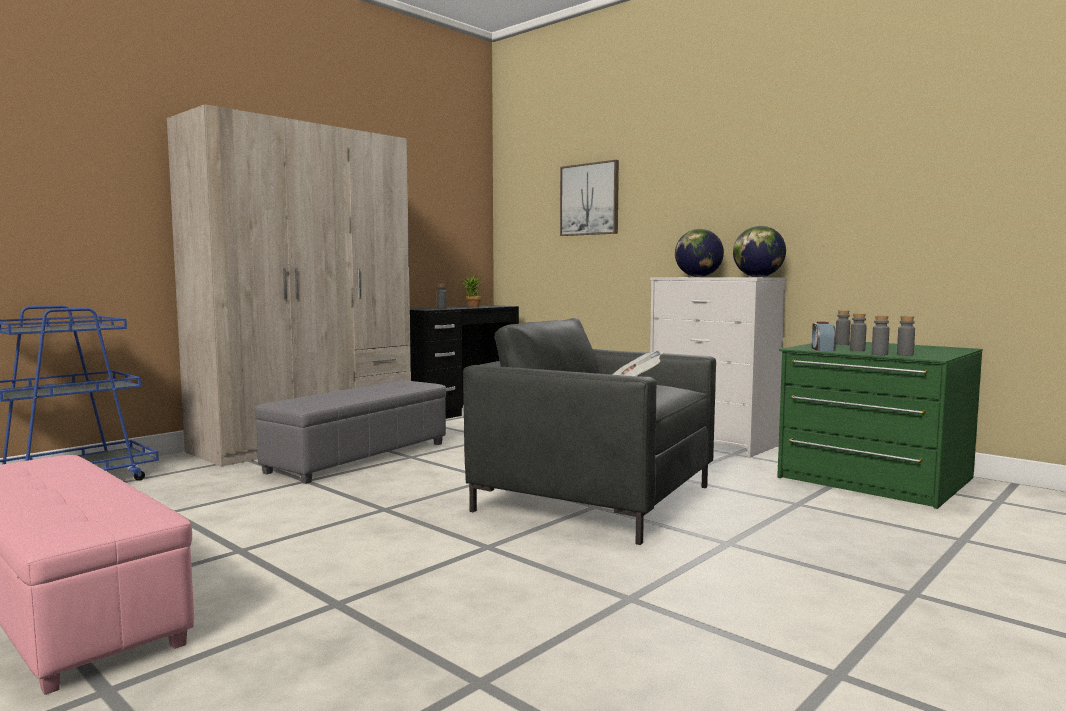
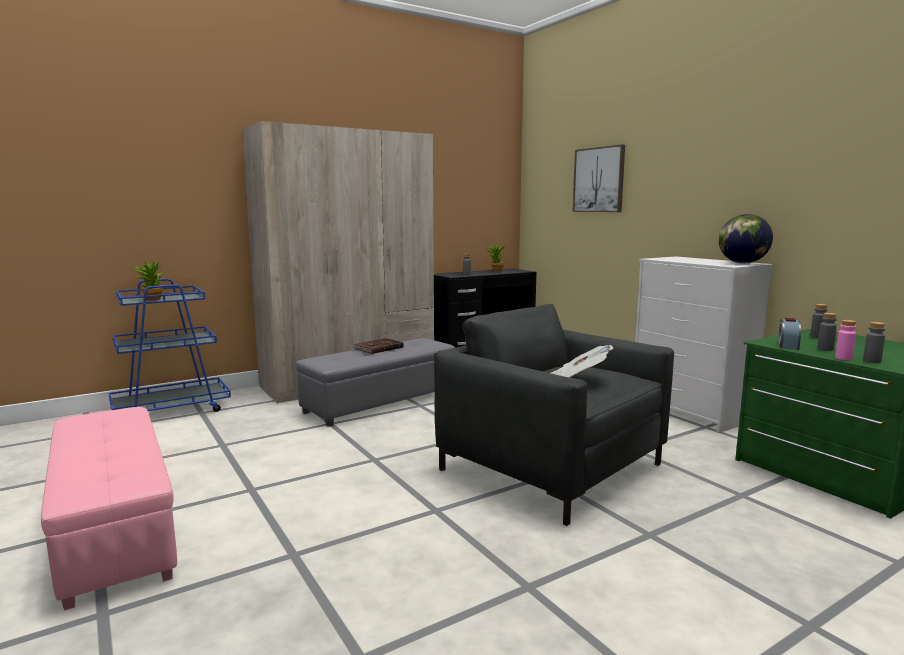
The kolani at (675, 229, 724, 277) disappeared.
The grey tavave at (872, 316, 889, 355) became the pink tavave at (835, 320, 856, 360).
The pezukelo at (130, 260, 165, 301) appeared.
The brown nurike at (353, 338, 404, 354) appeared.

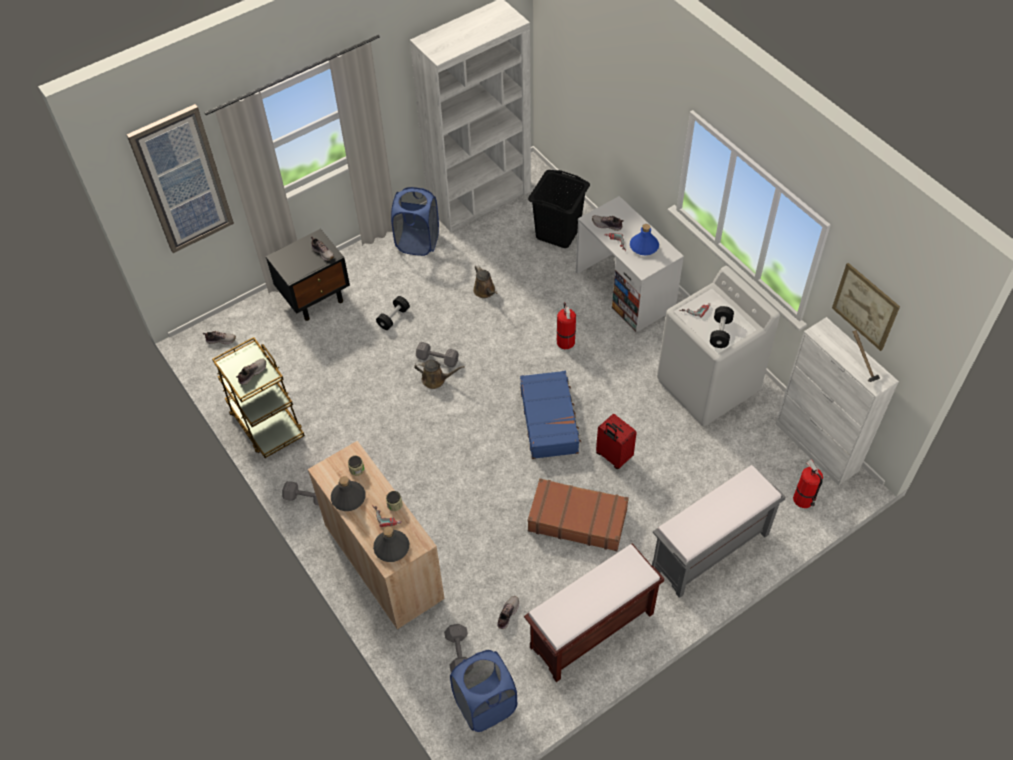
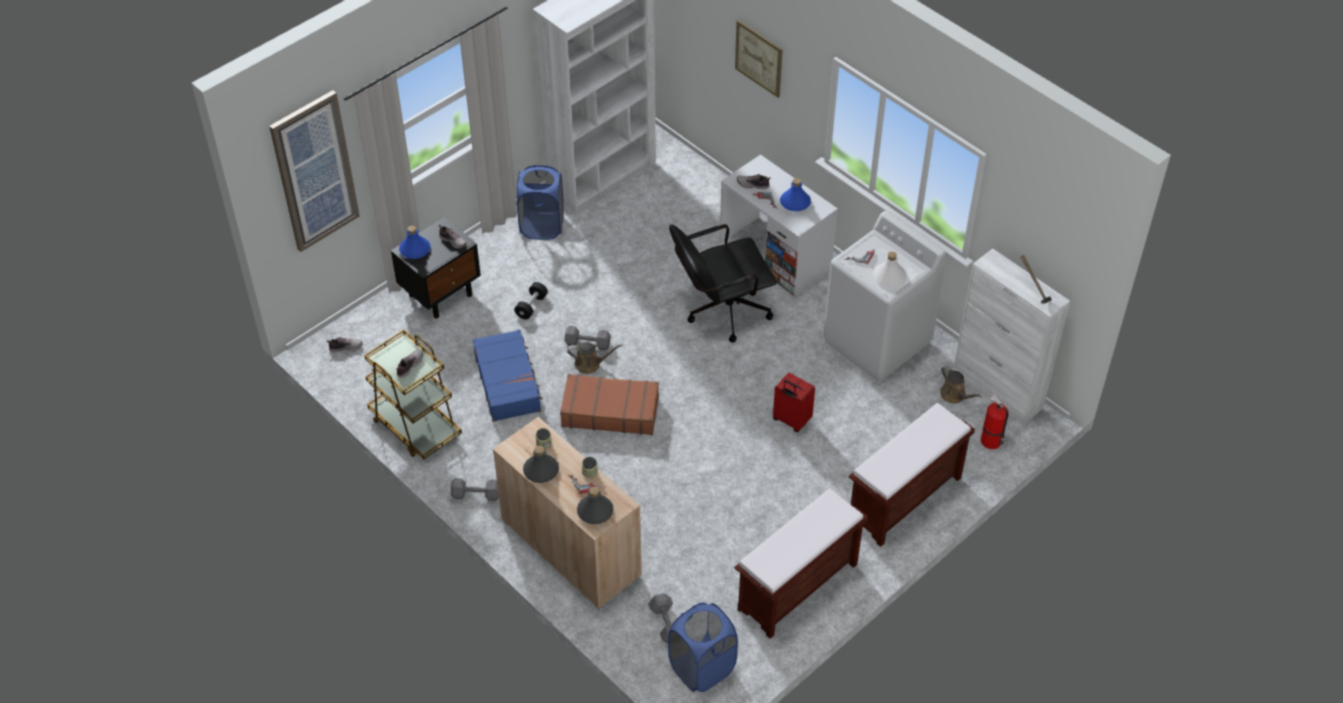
The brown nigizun moved from (473, 265, 498, 298) to (940, 366, 981, 403).
The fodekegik at (497, 596, 519, 629) disappeared.
The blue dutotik moved from (520, 371, 582, 459) to (473, 330, 543, 422).
The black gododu at (528, 170, 590, 248) disappeared.
The brown dutotik moved from (528, 478, 629, 551) to (560, 374, 659, 435).
The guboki at (557, 303, 576, 349) was replaced by the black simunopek at (669, 224, 777, 343).
The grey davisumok at (652, 465, 786, 598) became the brown davisumok at (849, 403, 975, 547).
The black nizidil at (710, 306, 734, 348) was replaced by the white tavave at (873, 252, 906, 287).
The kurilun moved from (832, 263, 900, 351) to (735, 20, 783, 98).
The blue tavave at (399, 226, 431, 259) appeared.

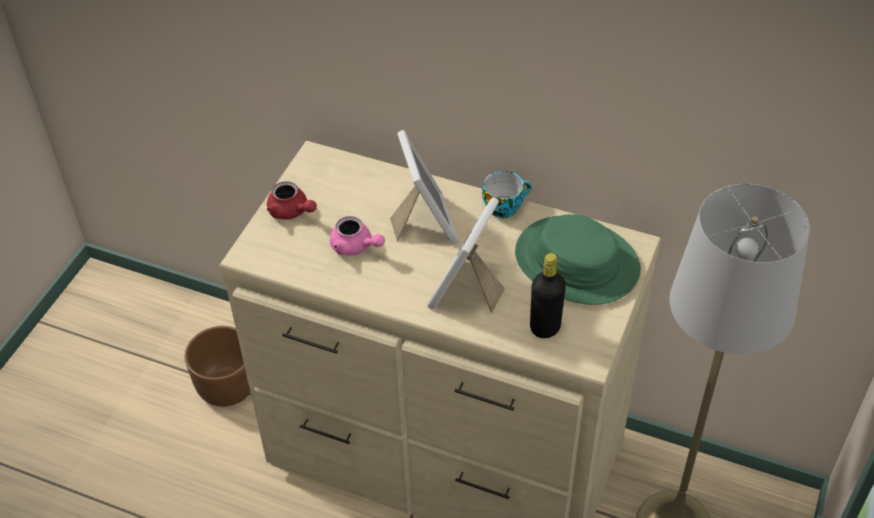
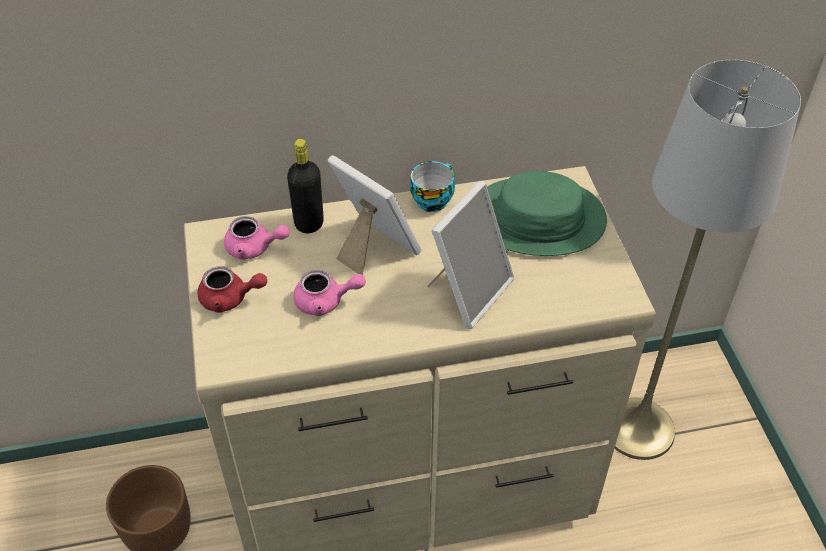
The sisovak at (427, 197, 505, 313) turned 135 degrees counterclockwise.
The black tavave moved from (530, 253, 566, 338) to (287, 139, 324, 233).
The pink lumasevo at (224, 216, 290, 260) appeared.

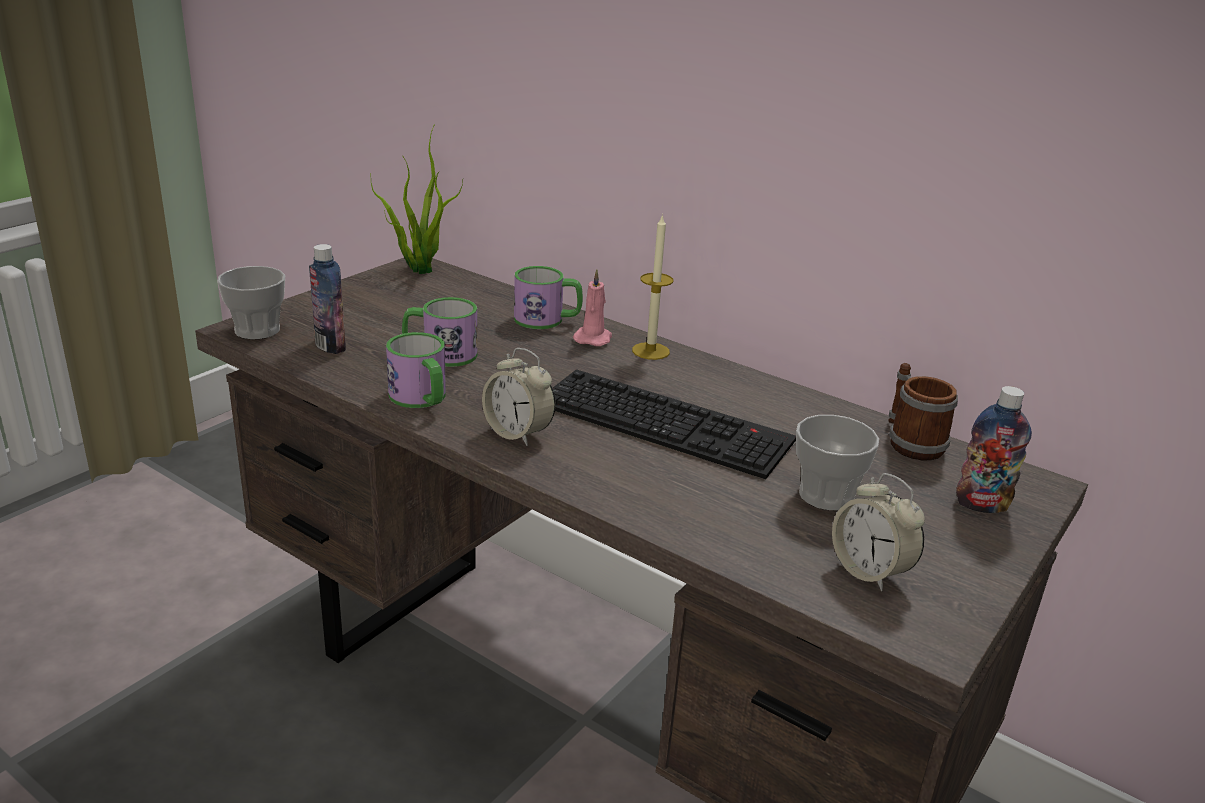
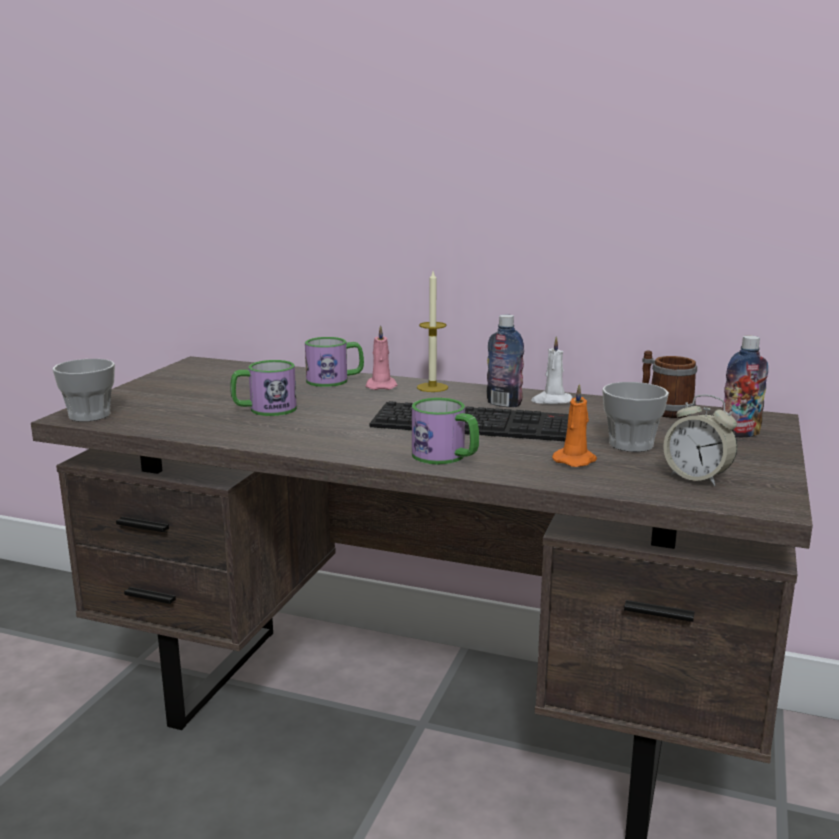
The tavave moved from (309, 244, 346, 354) to (487, 315, 524, 407).
The pezukelo at (371, 124, 463, 274) disappeared.
The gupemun moved from (386, 332, 446, 408) to (412, 398, 479, 464).
The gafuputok at (482, 348, 556, 446) disappeared.
The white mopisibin at (531, 337, 572, 404) appeared.
The orange mopisibin at (552, 384, 597, 467) appeared.

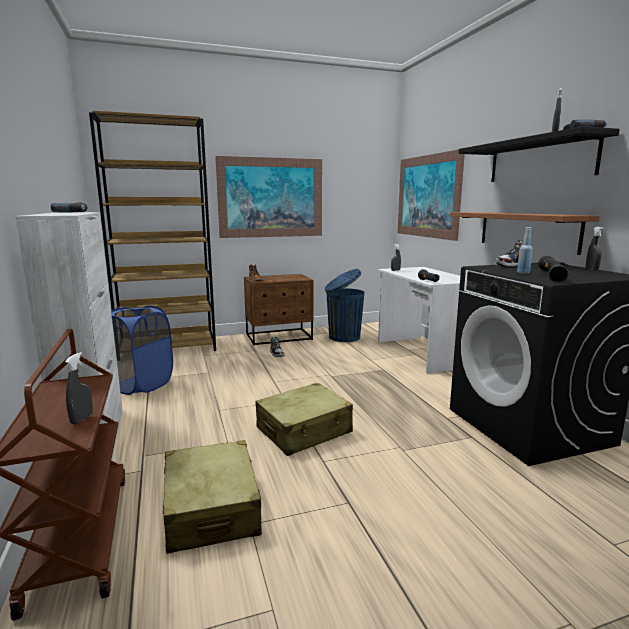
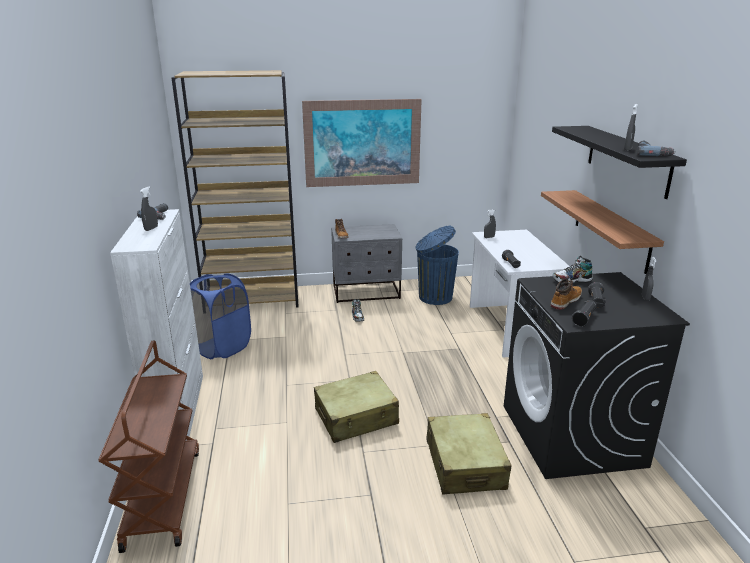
The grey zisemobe moved from (65, 352, 93, 425) to (140, 186, 158, 231).
The beige dutotik moved from (163, 440, 262, 554) to (426, 413, 512, 495).
The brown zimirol at (244, 274, 314, 346) became the grey zimirol at (331, 224, 402, 303).
The kurilun at (398, 149, 465, 241) disappeared.
The blue tavave at (517, 227, 533, 274) was replaced by the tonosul at (550, 279, 582, 310).

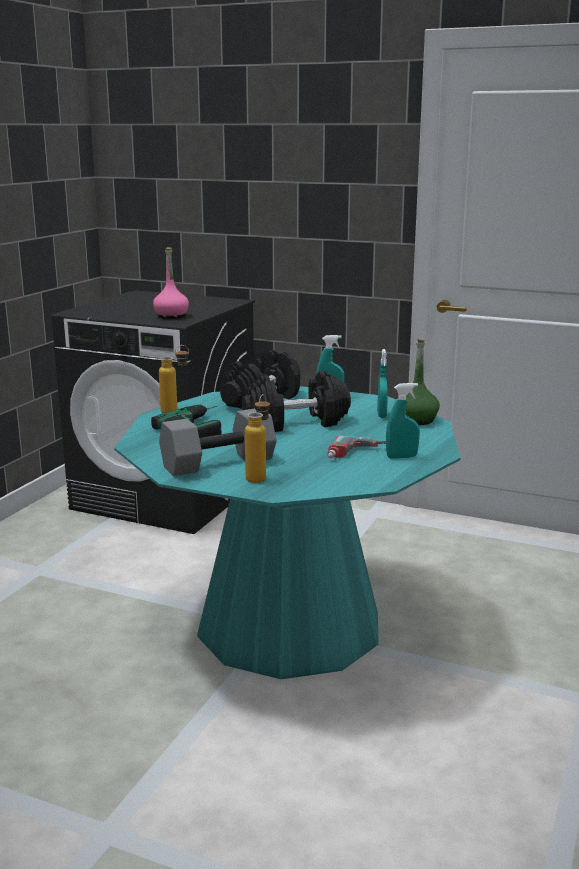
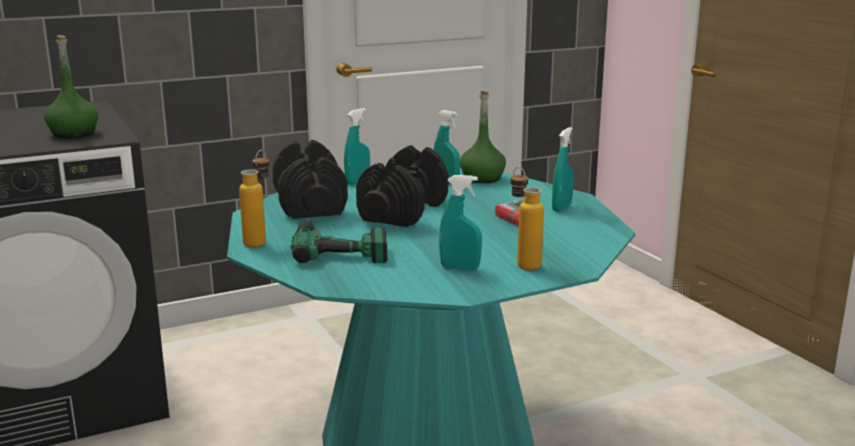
The pink tavave at (153, 247, 189, 319) became the green tavave at (44, 35, 99, 138).
The grey nizidil at (159, 409, 277, 476) was replaced by the turquoise zisemobe at (439, 175, 482, 270).

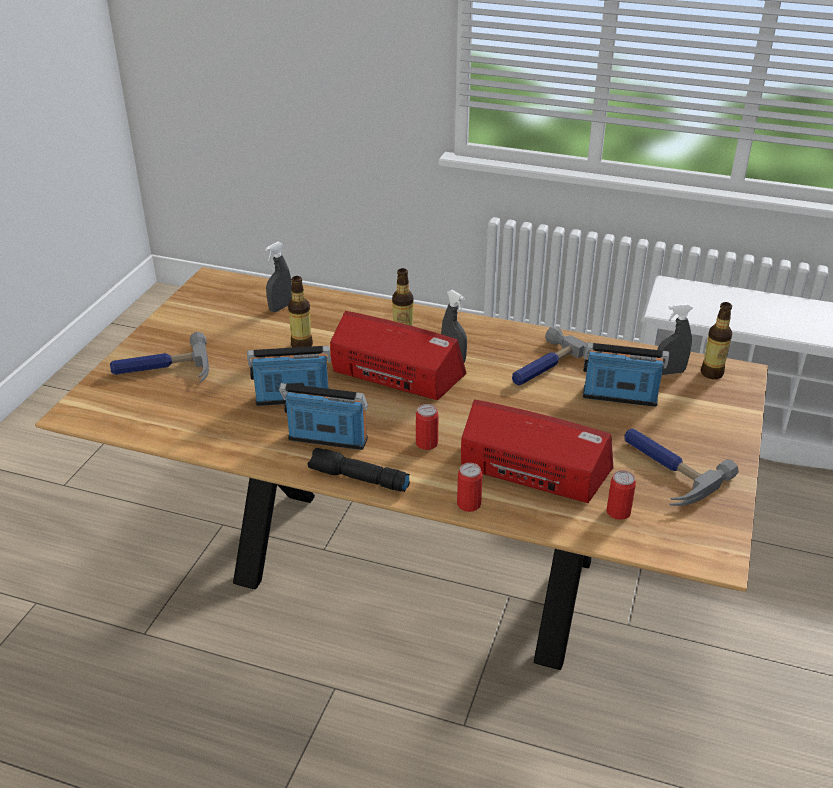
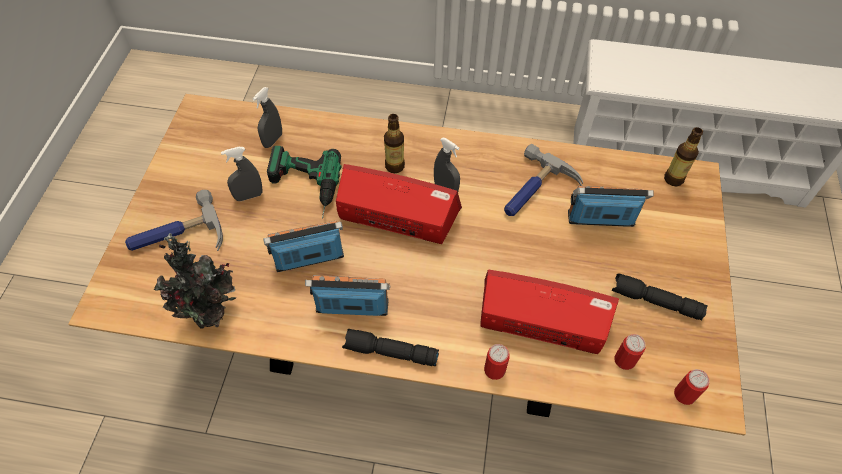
The tavave at (288, 276, 313, 348) was replaced by the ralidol at (267, 146, 341, 219).
The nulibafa moved from (416, 404, 439, 450) to (674, 369, 709, 405).
The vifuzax at (624, 428, 739, 506) was replaced by the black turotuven at (611, 274, 708, 320).
The grey zisemobe moved from (657, 304, 693, 375) to (221, 147, 263, 201).
The pezukelo at (154, 233, 236, 328) appeared.

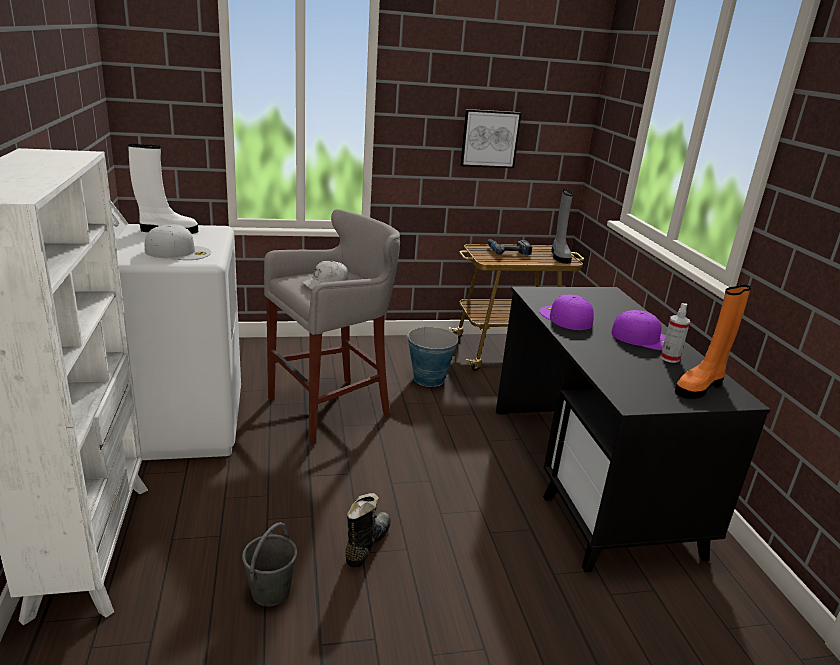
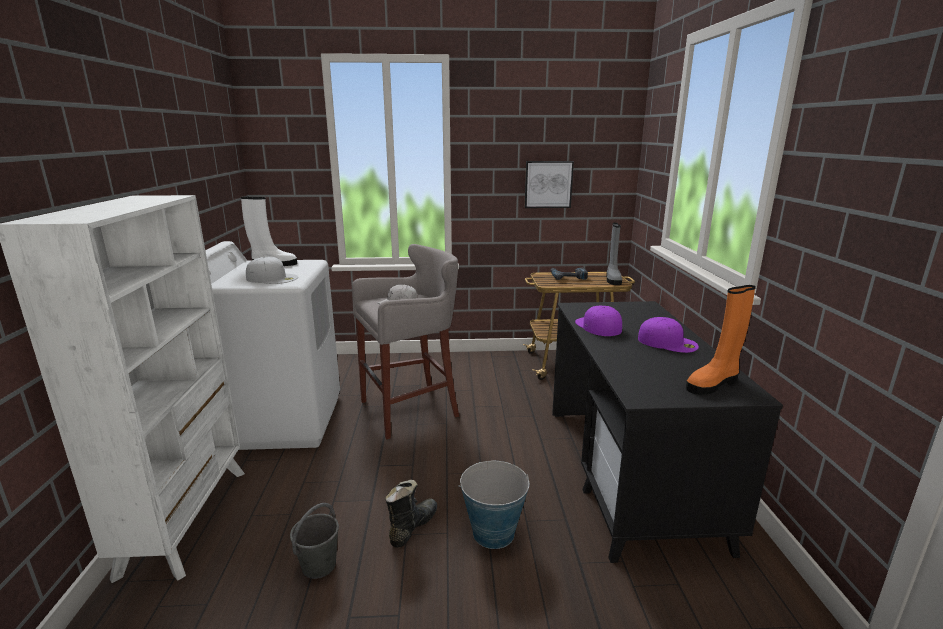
The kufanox moved from (405, 327, 458, 387) to (458, 461, 529, 549).
The zisemobe at (661, 303, 690, 363) disappeared.

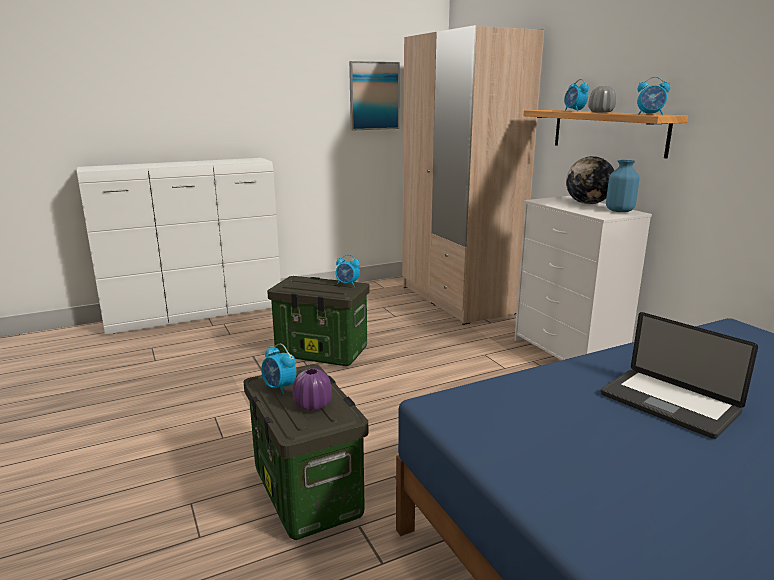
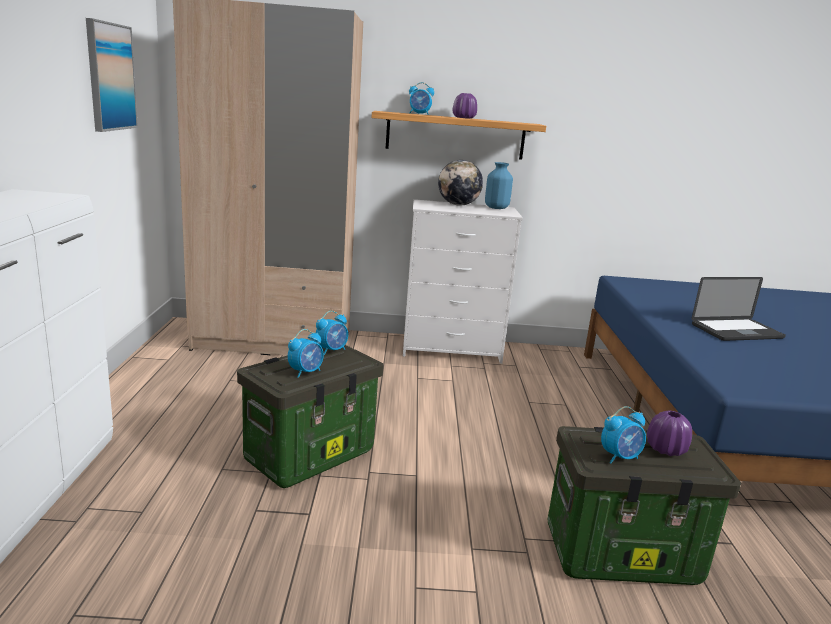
The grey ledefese at (588, 86, 616, 113) became the purple ledefese at (453, 93, 477, 119).
The gafuputok moved from (637, 77, 670, 115) to (288, 329, 324, 378).

